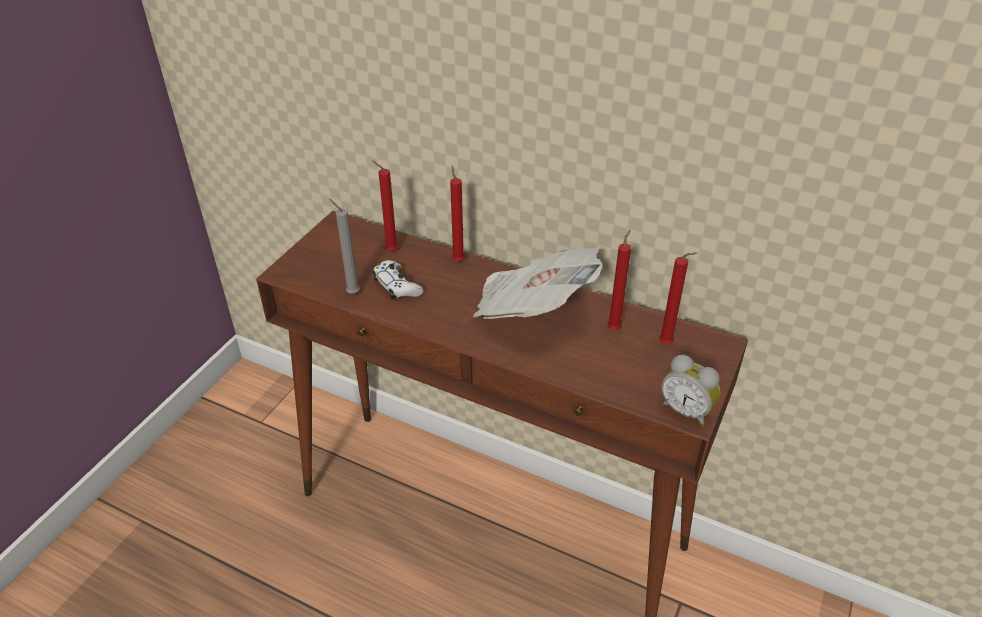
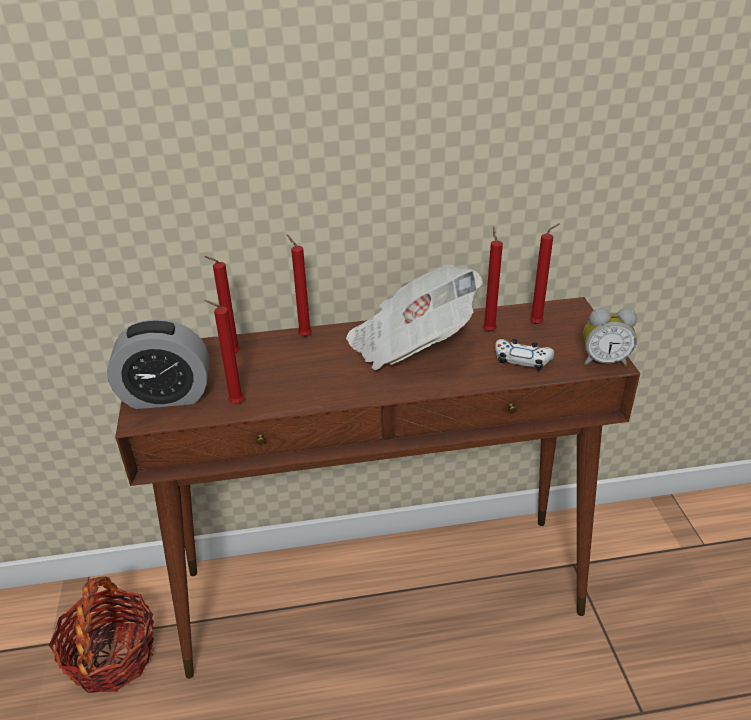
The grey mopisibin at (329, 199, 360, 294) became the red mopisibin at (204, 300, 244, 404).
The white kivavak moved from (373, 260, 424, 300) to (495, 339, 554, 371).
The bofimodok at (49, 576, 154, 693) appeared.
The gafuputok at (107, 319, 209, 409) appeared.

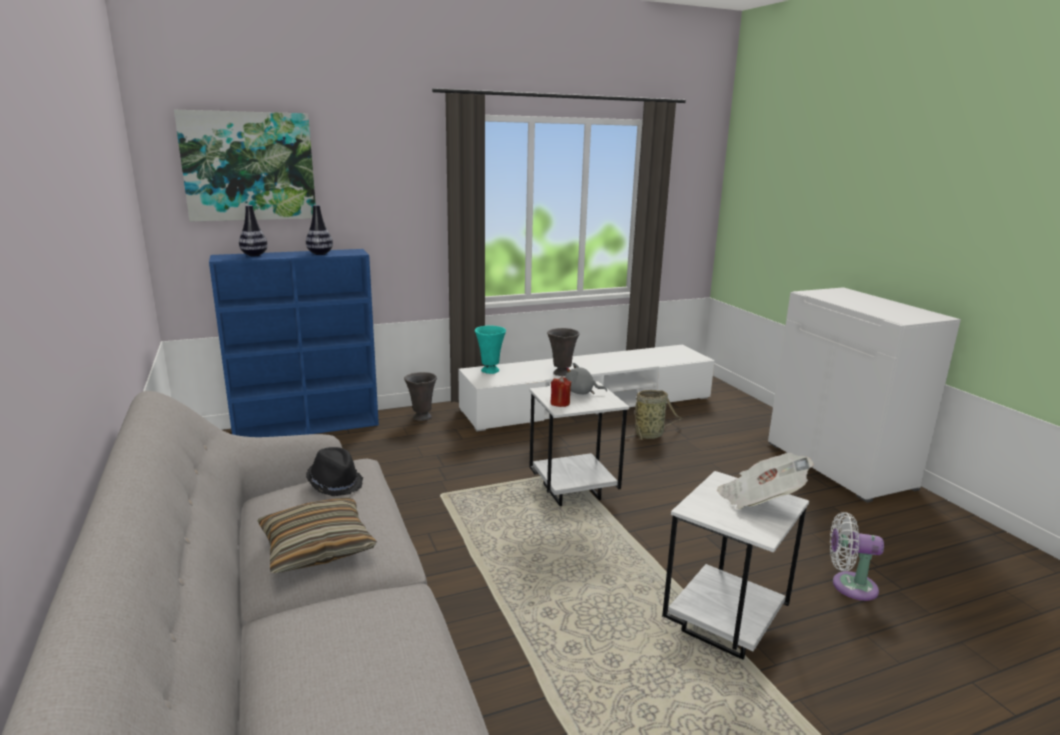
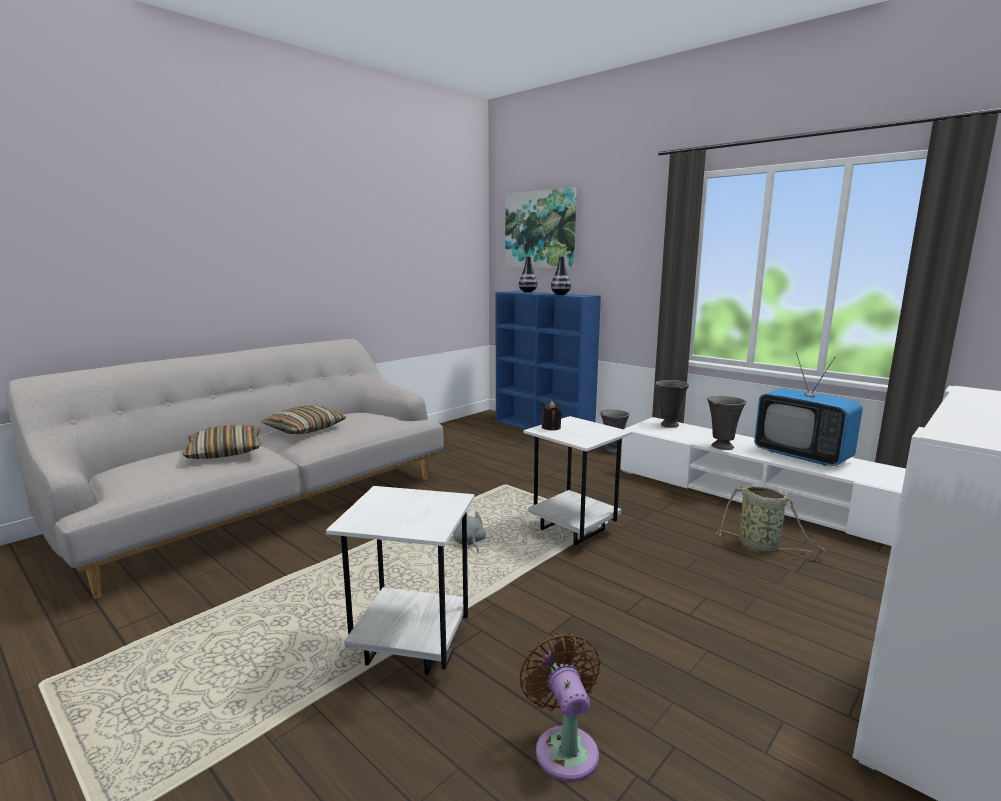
The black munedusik at (306, 447, 363, 496) disappeared.
The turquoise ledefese at (475, 325, 506, 374) became the grey ledefese at (656, 380, 689, 428).
The red mopisibin at (550, 377, 571, 407) became the black mopisibin at (542, 400, 562, 430).
The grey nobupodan moved from (565, 363, 607, 394) to (453, 511, 486, 552).
The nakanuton at (717, 453, 814, 509) disappeared.
The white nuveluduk at (830, 512, 884, 601) became the brown nuveluduk at (519, 633, 601, 782).
The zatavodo at (183, 425, 262, 459) appeared.
The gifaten at (754, 352, 863, 466) appeared.

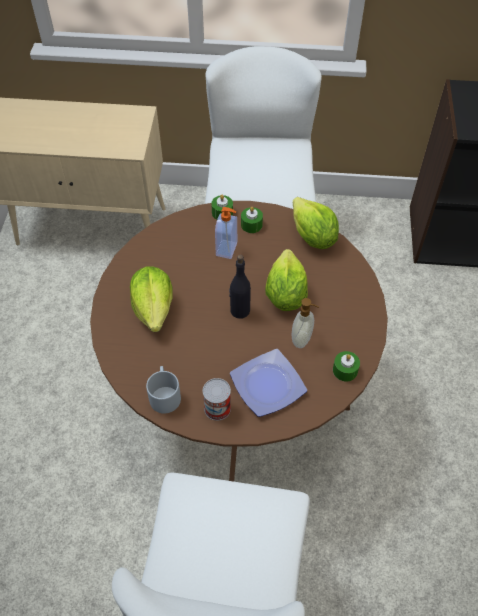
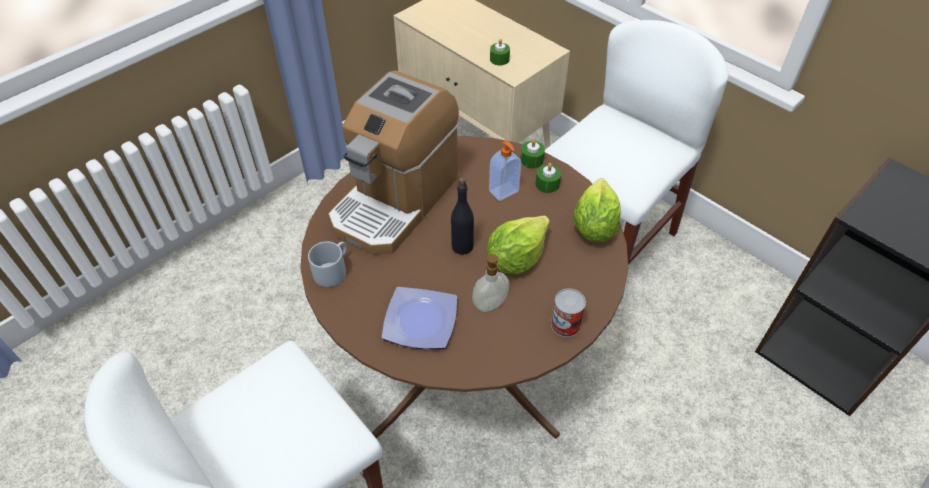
The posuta at (130, 266, 173, 332) was replaced by the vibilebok at (328, 70, 459, 255).
The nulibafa moved from (203, 378, 231, 421) to (551, 289, 586, 337).
The green mopisibin moved from (333, 351, 360, 382) to (490, 39, 510, 65).

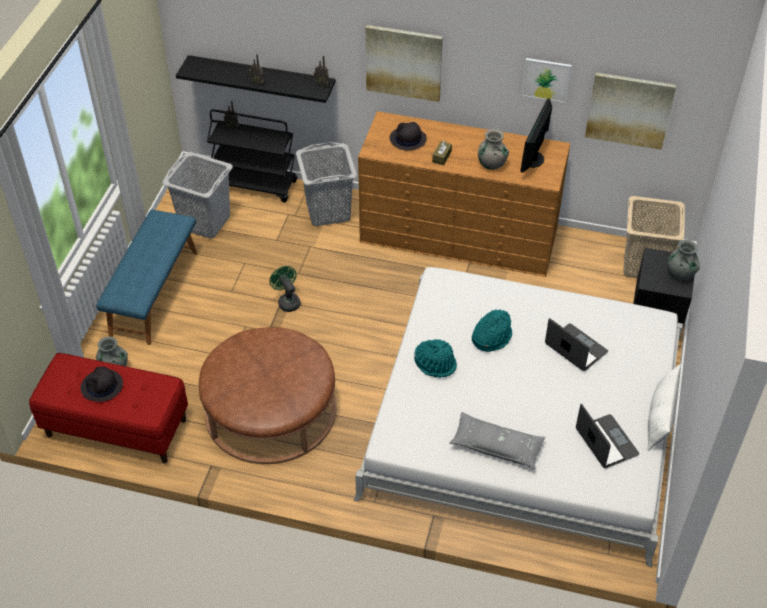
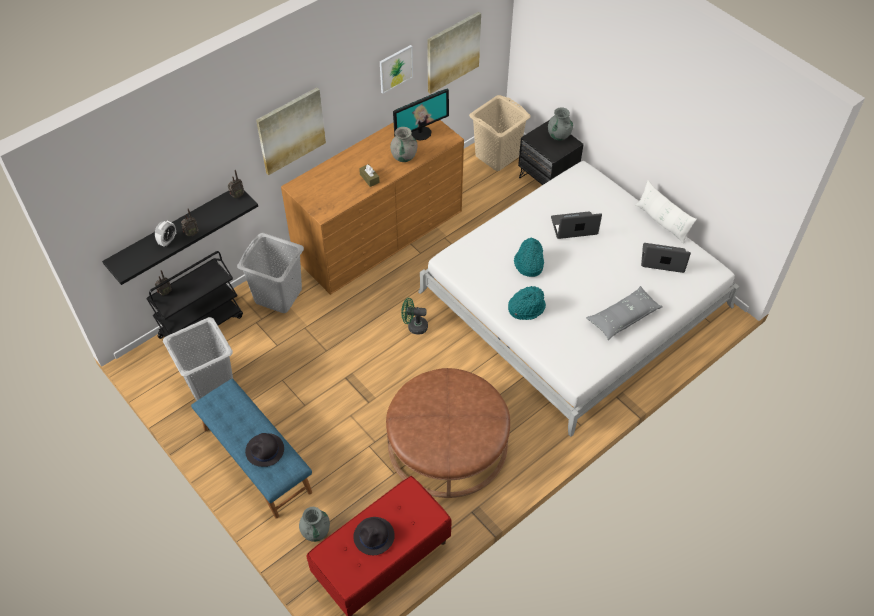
The green nuveluduk moved from (269, 266, 301, 312) to (401, 298, 428, 335).
The black munedusik moved from (389, 122, 427, 150) to (245, 433, 284, 467).
The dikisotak at (520, 98, 552, 173) turned 90 degrees counterclockwise.
The gafuputok at (155, 221, 176, 247) appeared.

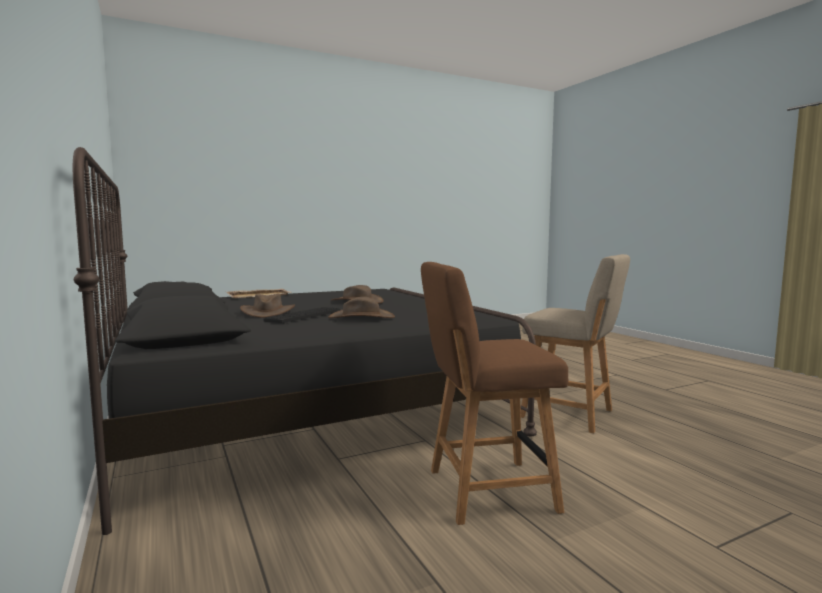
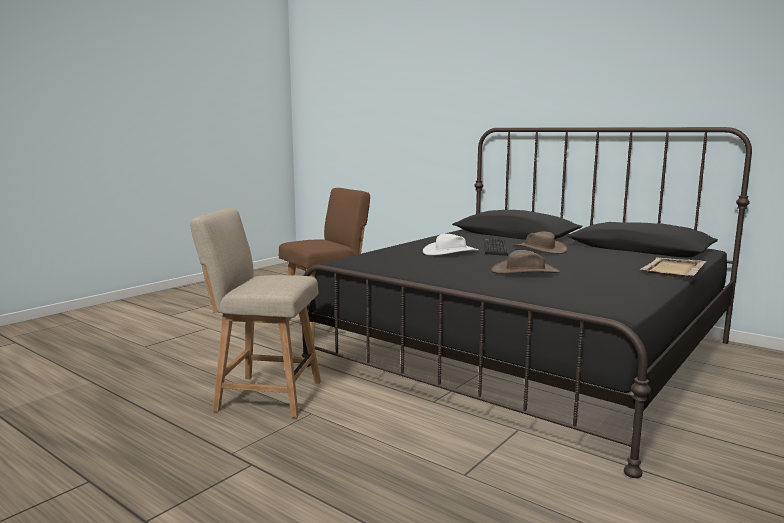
The brown munedusik at (328, 297, 395, 318) became the white munedusik at (423, 234, 479, 255).

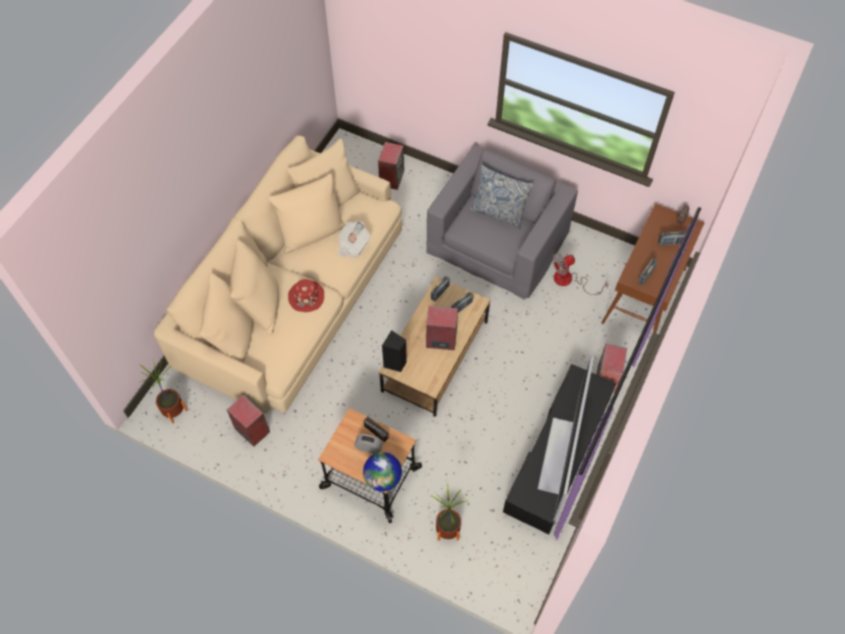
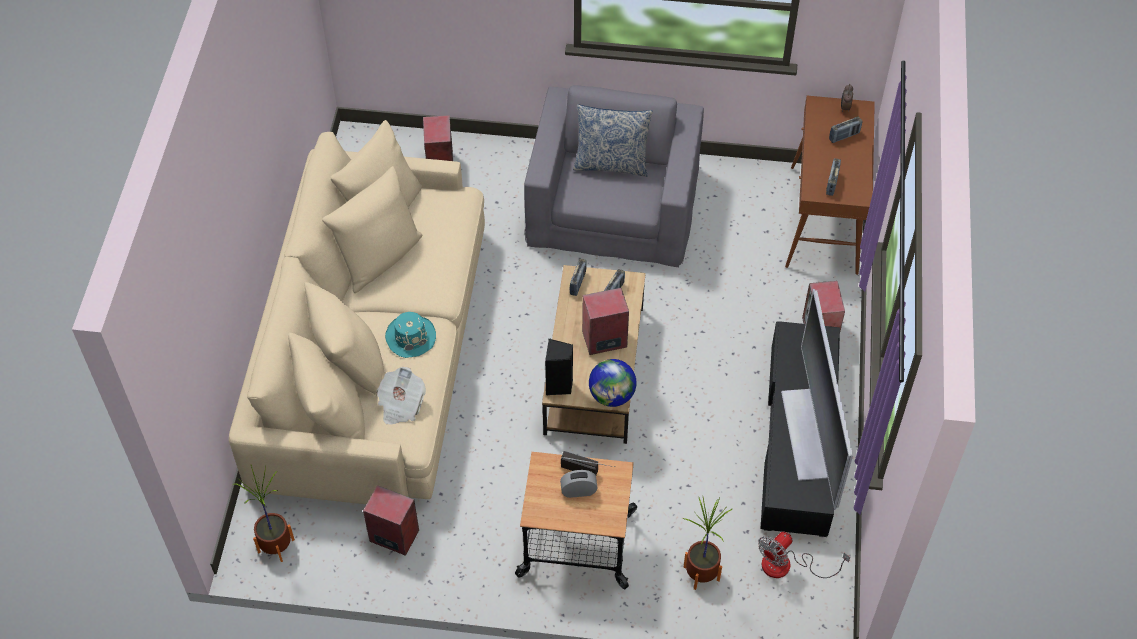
The red munedusik at (288, 279, 324, 312) became the turquoise munedusik at (385, 312, 436, 358).
The nakanuton moved from (337, 221, 370, 258) to (377, 367, 426, 424).
The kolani moved from (363, 452, 402, 491) to (589, 359, 637, 407).
The nuveluduk moved from (553, 254, 609, 295) to (758, 532, 850, 578).

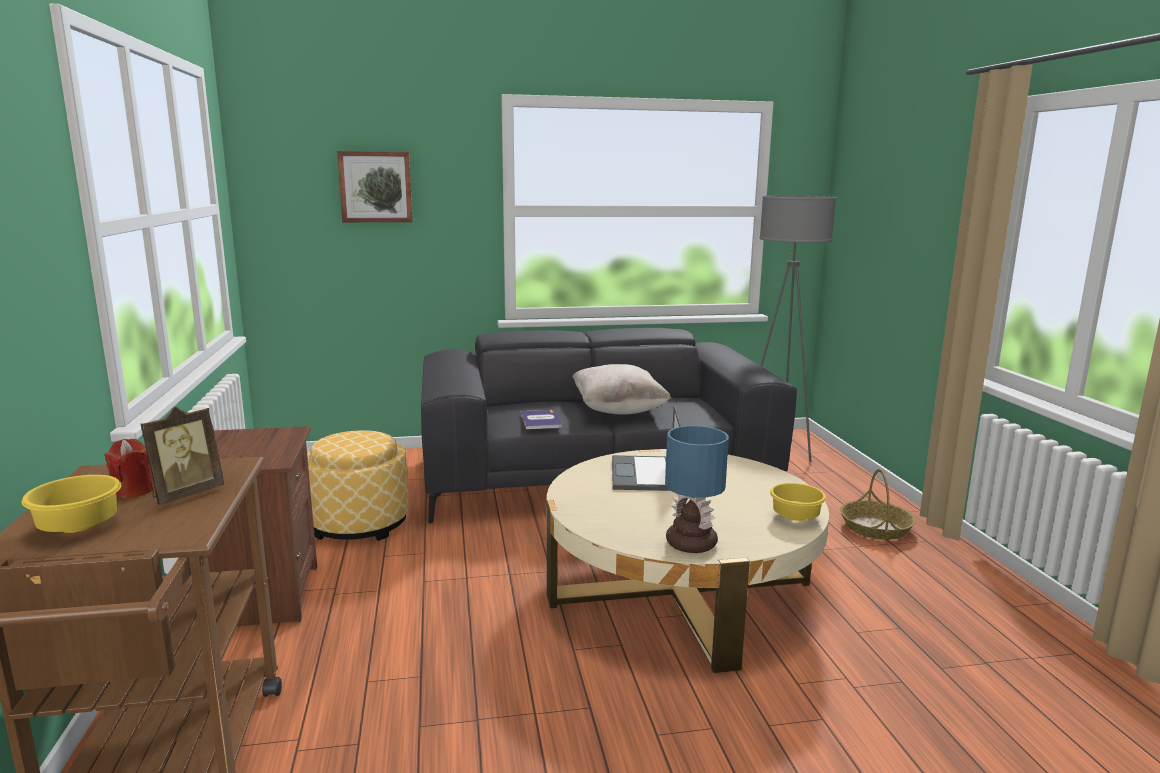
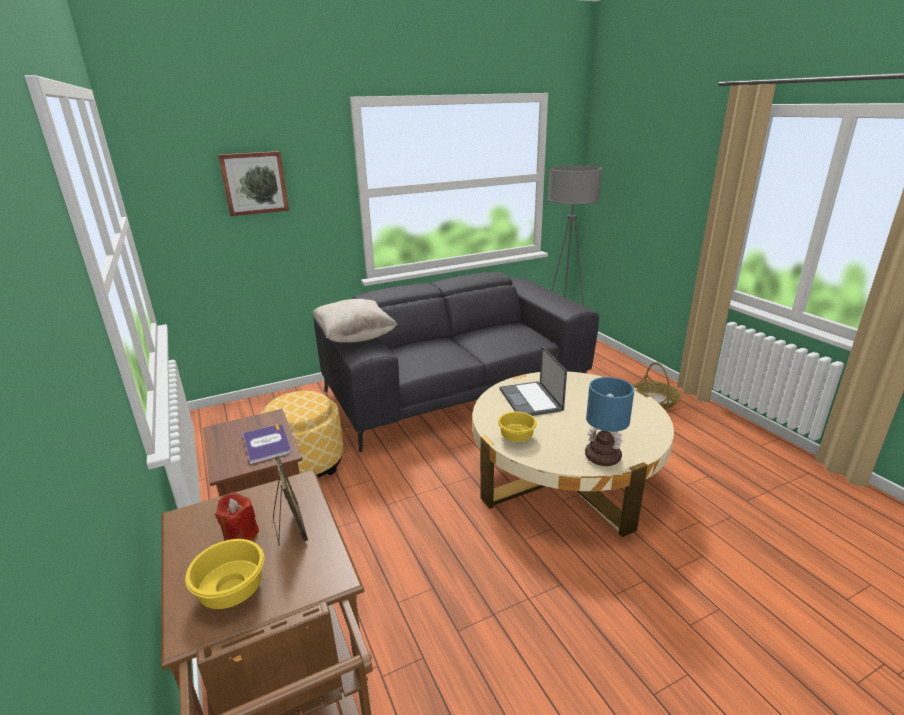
The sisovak at (141, 407, 224, 505) turned 45 degrees counterclockwise.
The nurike moved from (521, 410, 562, 430) to (243, 424, 291, 464).
The beige zatavodo moved from (572, 364, 671, 415) to (313, 299, 398, 343).
The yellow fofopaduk moved from (770, 483, 826, 521) to (498, 412, 537, 442).

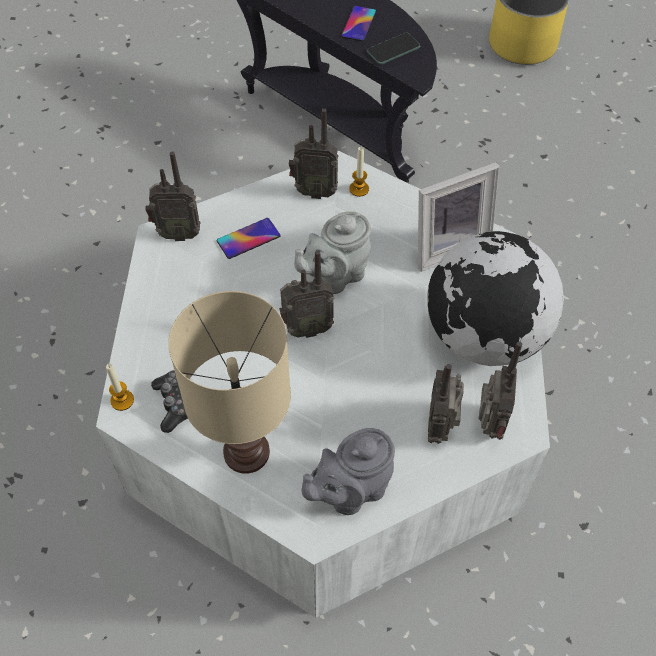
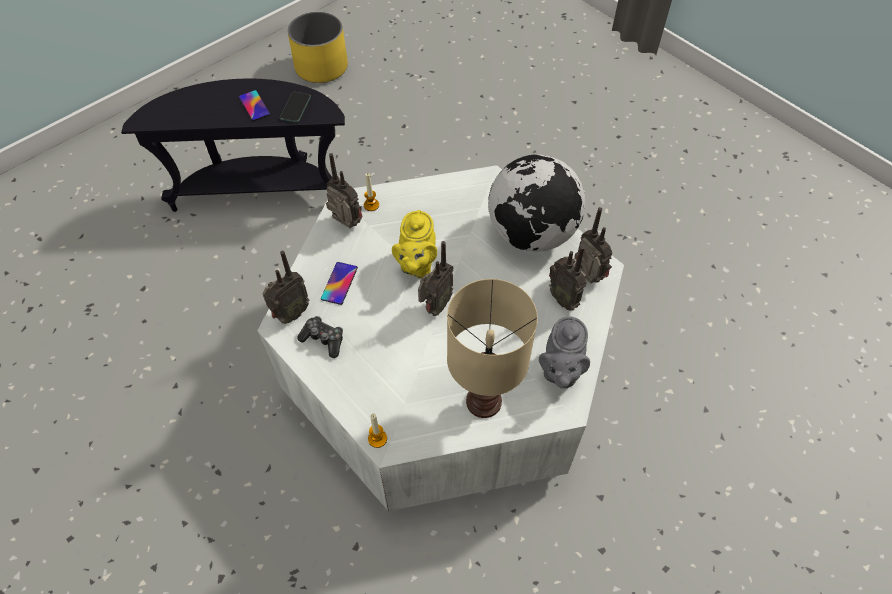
The kivavak moved from (151, 370, 188, 433) to (297, 316, 343, 358).
The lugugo at (289, 109, 338, 199) turned 105 degrees counterclockwise.
The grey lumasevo at (294, 211, 371, 294) became the yellow lumasevo at (392, 210, 437, 279).
The sisovak at (418, 162, 499, 272) disappeared.

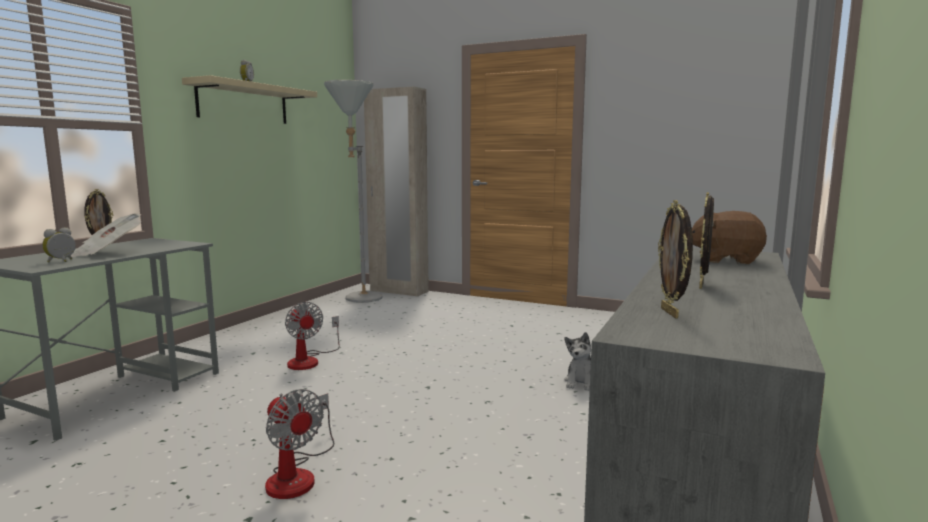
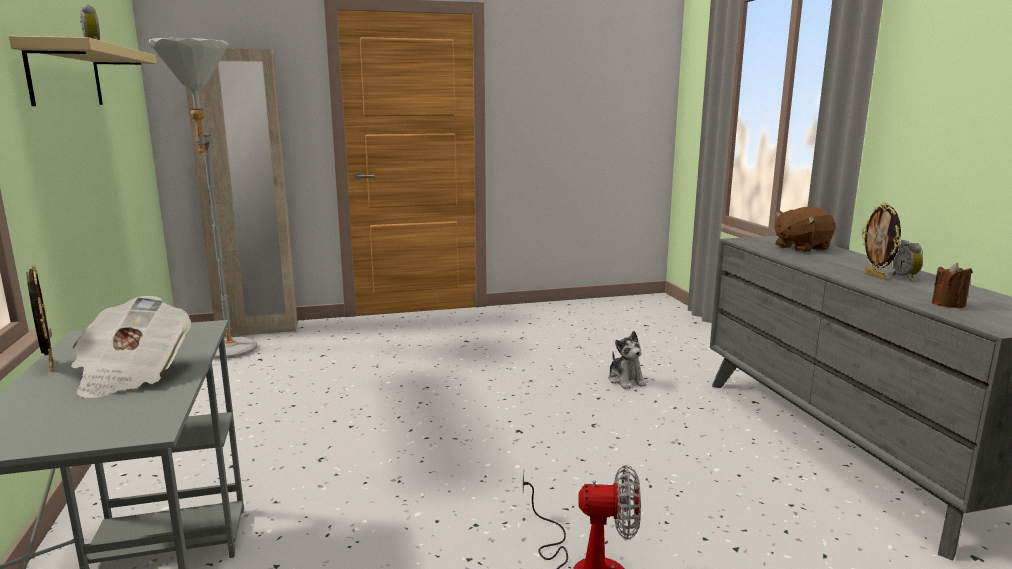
The gafuputok moved from (42, 227, 76, 262) to (891, 240, 923, 281).
The nuveluduk at (285, 302, 340, 370) disappeared.
The sisovak at (658, 200, 693, 319) was replaced by the brown mopisibin at (932, 263, 972, 308).

